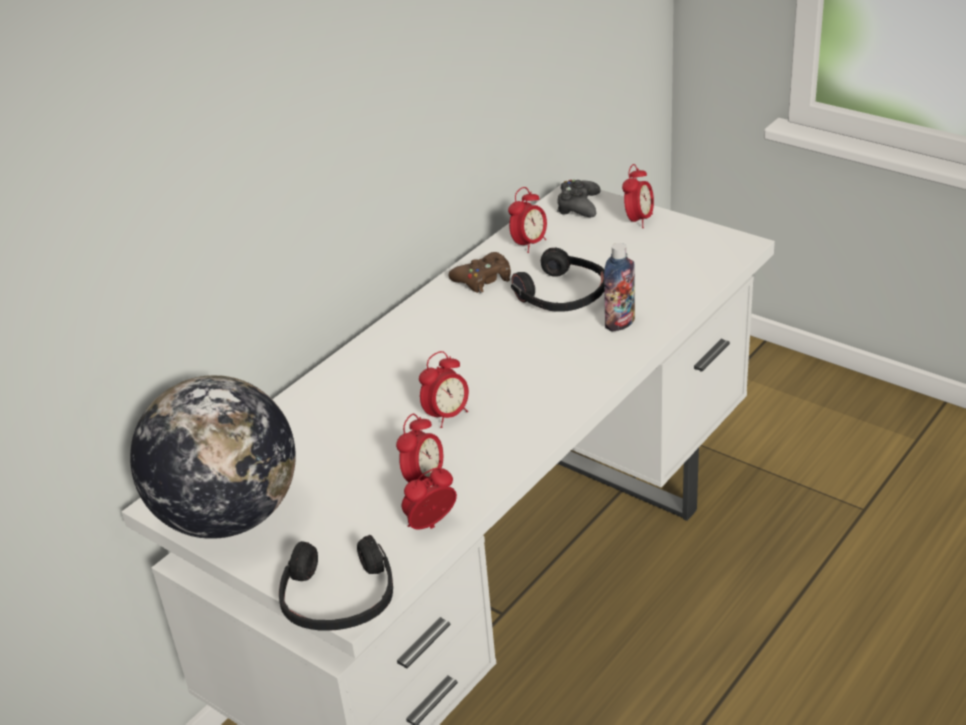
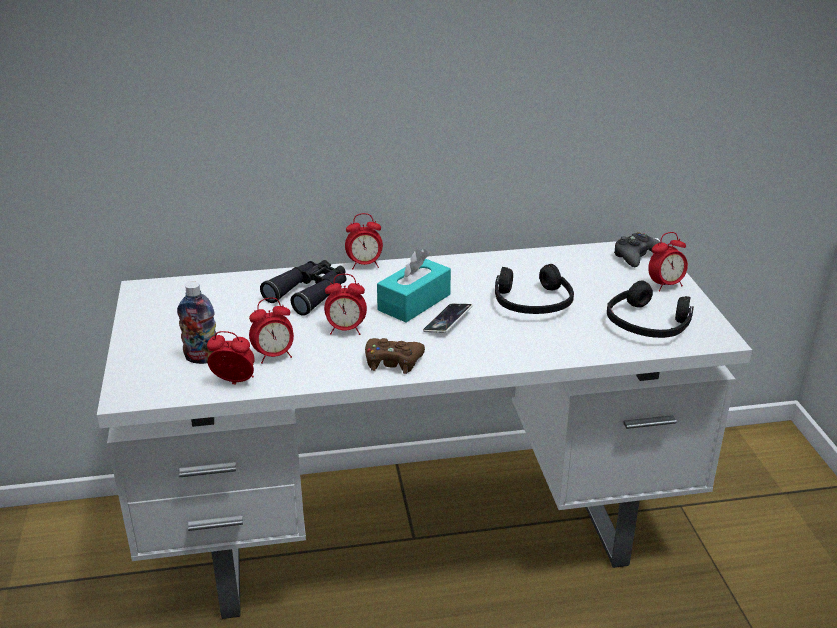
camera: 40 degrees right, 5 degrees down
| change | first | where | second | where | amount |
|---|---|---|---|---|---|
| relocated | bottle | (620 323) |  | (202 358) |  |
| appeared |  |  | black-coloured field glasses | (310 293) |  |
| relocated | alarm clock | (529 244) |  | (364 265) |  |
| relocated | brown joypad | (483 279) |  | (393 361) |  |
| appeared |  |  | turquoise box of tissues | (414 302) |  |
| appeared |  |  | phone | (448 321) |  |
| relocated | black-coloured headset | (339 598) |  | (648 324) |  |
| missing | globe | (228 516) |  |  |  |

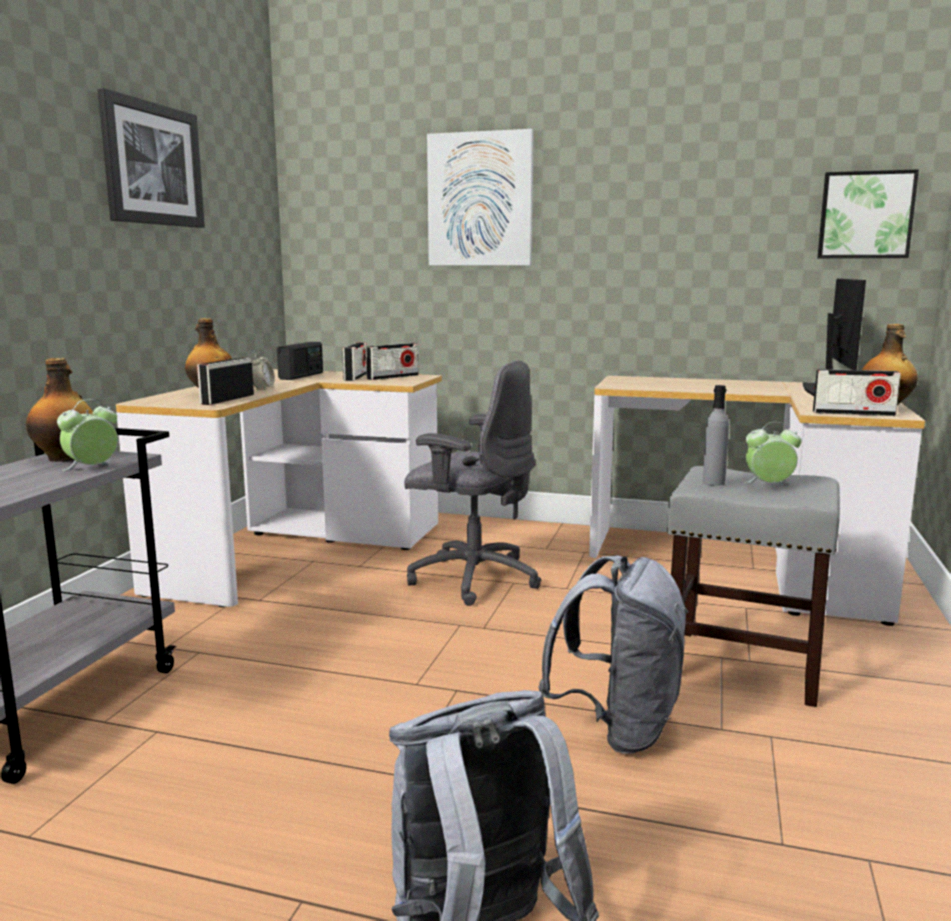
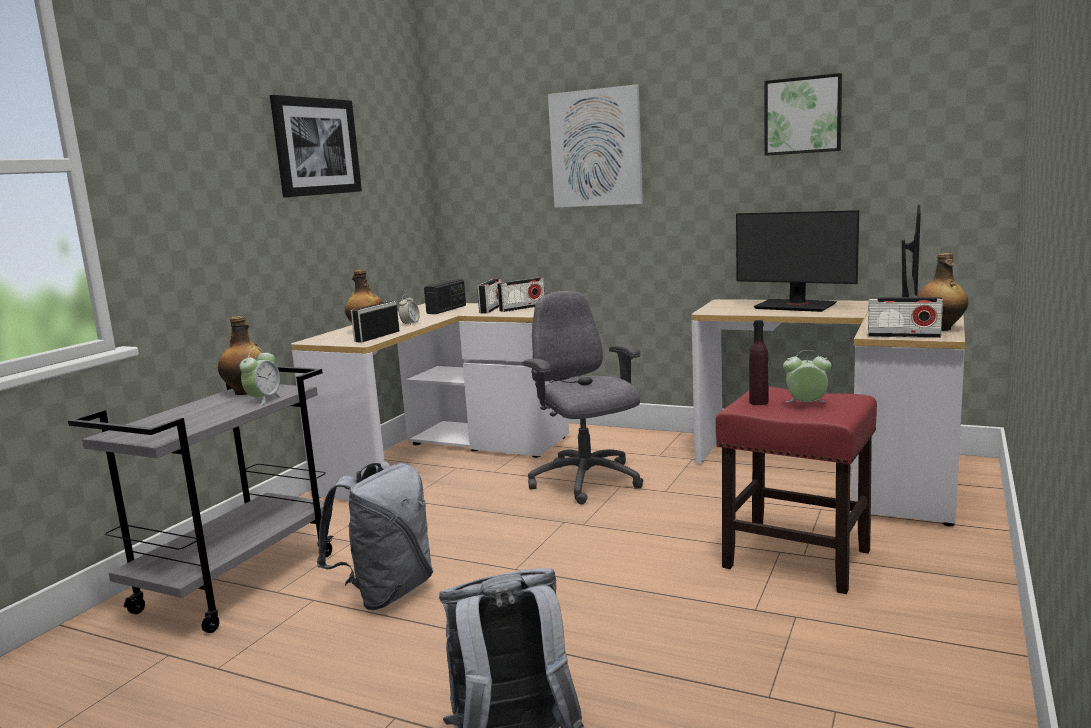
camera: 10 degrees right, 0 degrees up
| change | first | where | second | where | amount |
|---|---|---|---|---|---|
| spun | alarm clock | (92 468) |  | (264 400) | 150 degrees clockwise |
| relocated | greyish knapsack | (618 728) |  | (387 593) |  |
| spun | greyish computer chair | (473 578) |  | (586 482) | 150 degrees counterclockwise |
| colour | greyish sitting stool | (741 665) | reddish sitting stool | (794 559) |  |
| appeared |  |  | monitor | (795 306) |  |
| colour | greyish bottle | (713 482) | purplish bottle | (758 402) |  |
| relocated | wall art | (865 215) |  | (803 115) |  |

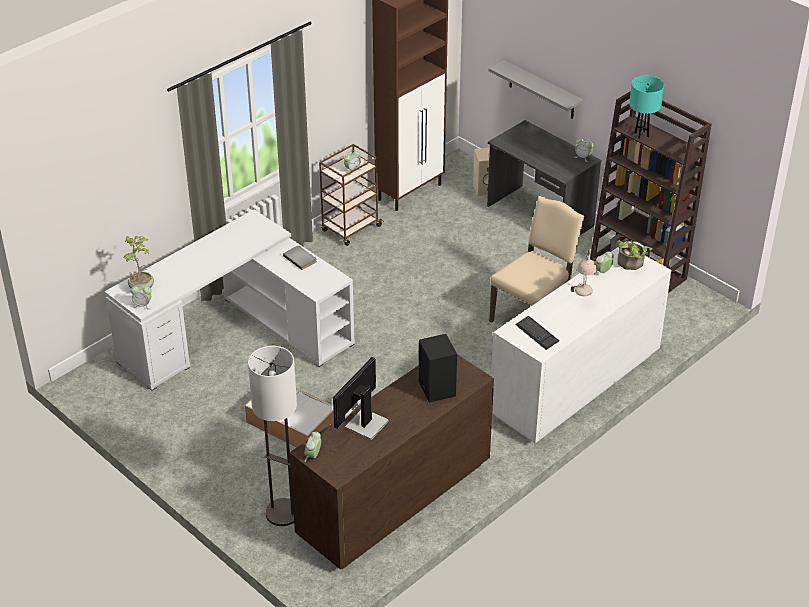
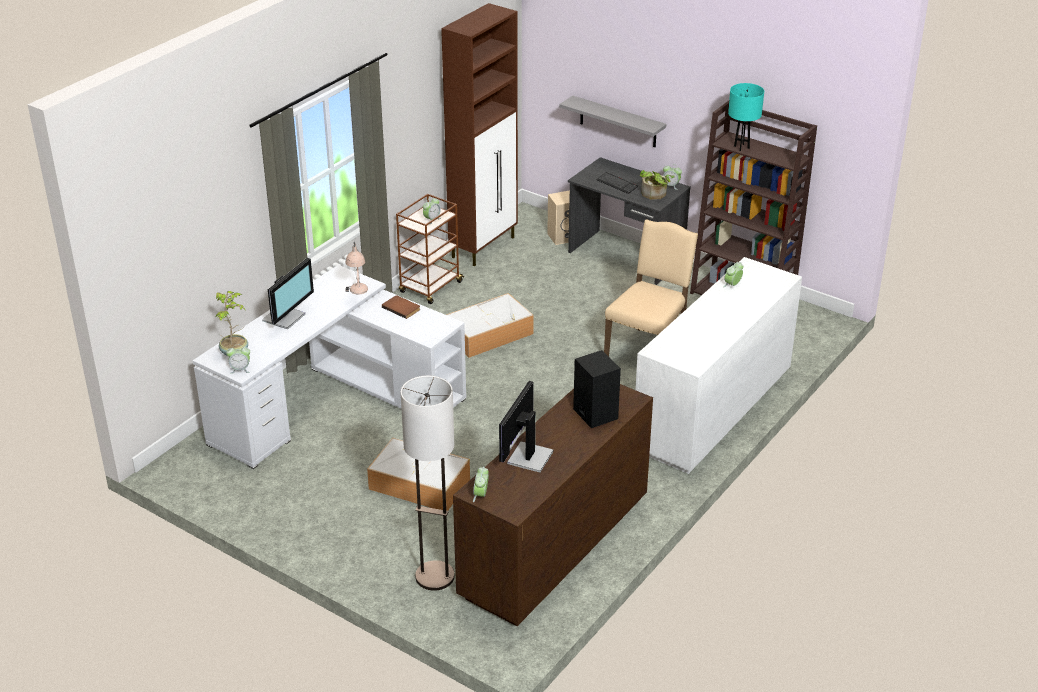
camera: 10 degrees left, 5 degrees down
| change | first | where | second | where | amount |
|---|---|---|---|---|---|
| appeared |  |  | monitor | (285 317) |  |
| relocated | beige tabletop lamp | (582 296) |  | (358 295) |  |
| colour | greyish volume | (301 258) | brown volume | (402 308) |  |
| appeared |  |  | storage bin | (489 333) |  |
| relocated | keyboard | (537 334) |  | (617 184) |  |
| relocated | houseplant | (631 264) |  | (654 195) |  |

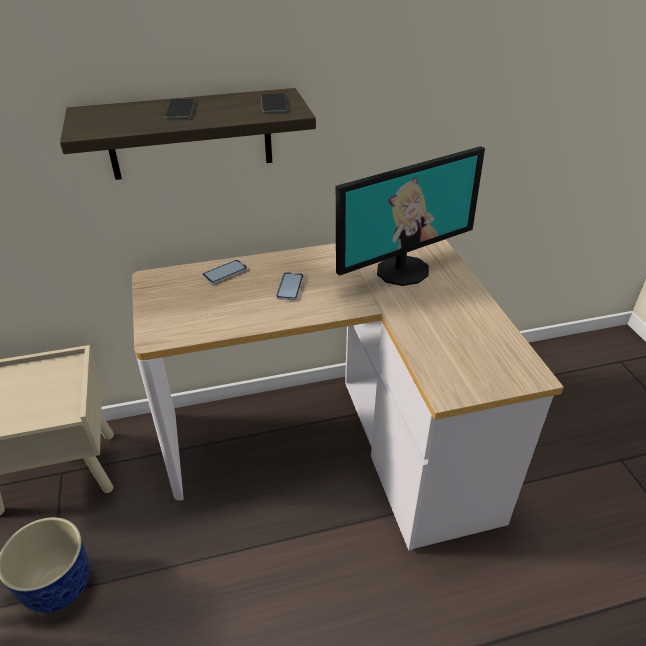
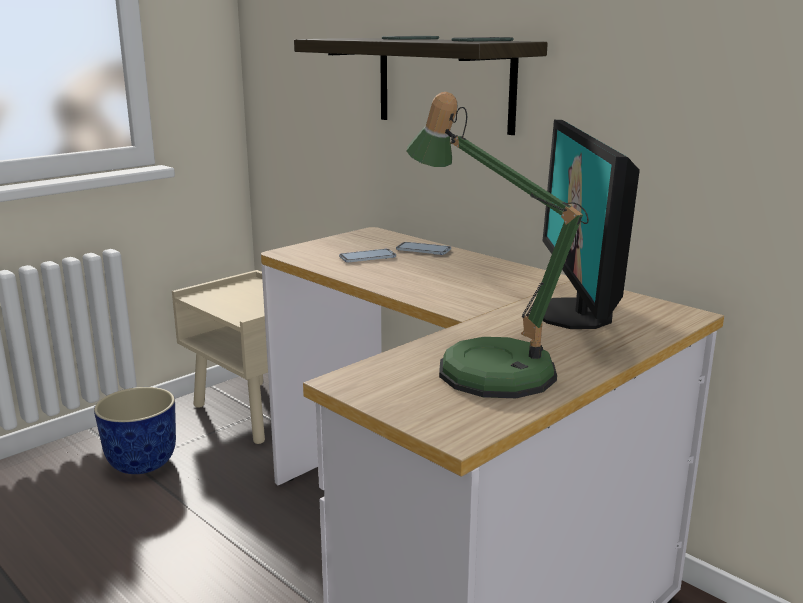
camera: 60 degrees right, 20 degrees down
| change | first | where | second | where | amount |
|---|---|---|---|---|---|
| relocated | phone | (290 287) |  | (367 257) |  |
| appeared |  |  | tabletop lamp | (484 364) |  |
| spun | monitor | (402 270) |  | (575 314) | 60 degrees clockwise |

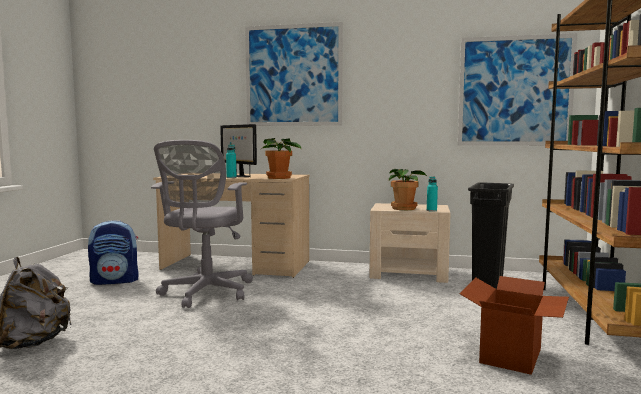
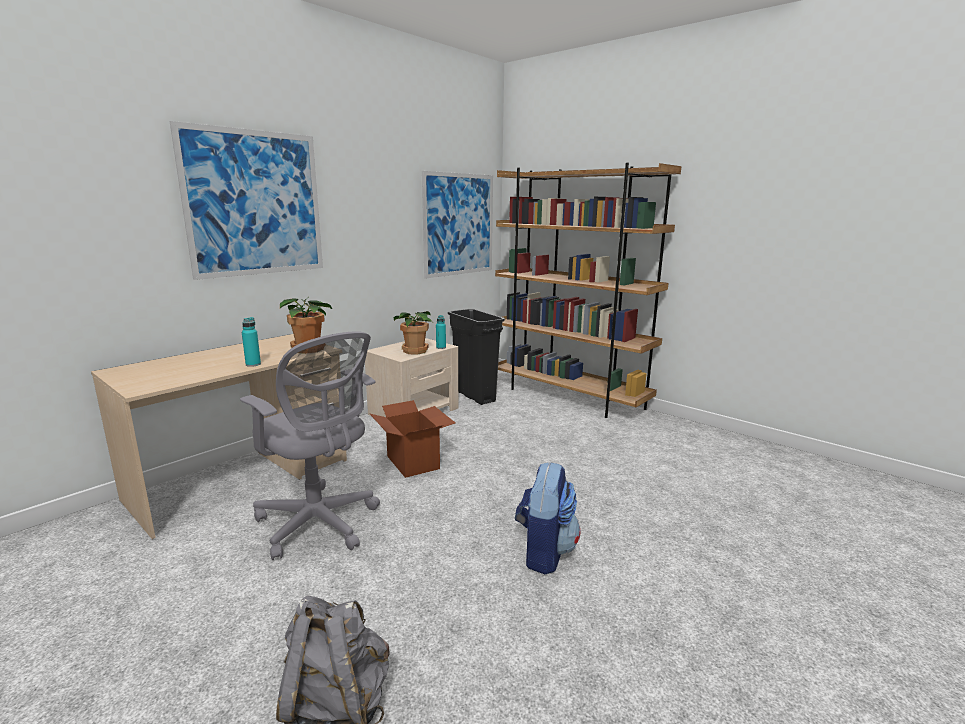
camera: 60 degrees left, 10 degrees up
| change | first | where | second | where | amount |
|---|---|---|---|---|---|
| relocated | packing box | (512 356) |  | (413 462) |  |
| relocated | knapsack | (115 281) |  | (544 552) |  |
| missing | monitor | (240 176) |  |  |  |

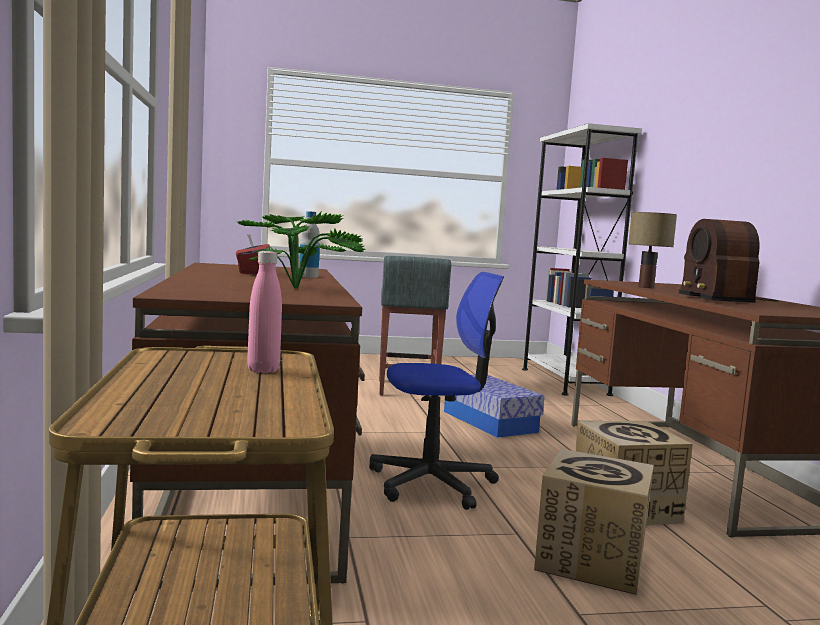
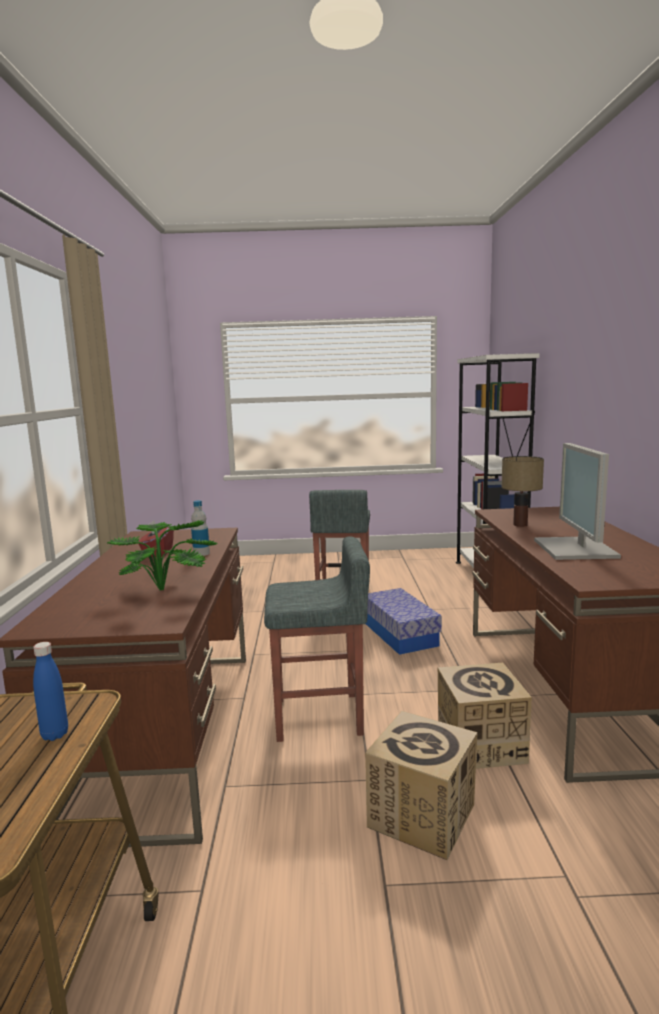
camera: 10 degrees right, 5 degrees up
| change | first | where | second | where | amount |
|---|---|---|---|---|---|
| colour | pink-coloured bottle | (263 370) | blue bottle | (55 734) |  |
| exchanged | computer chair | (432 483) | greyish sitting stool | (320 717) |  |
| exchanged | radio receiver | (724 299) | monitor | (576 549) |  |

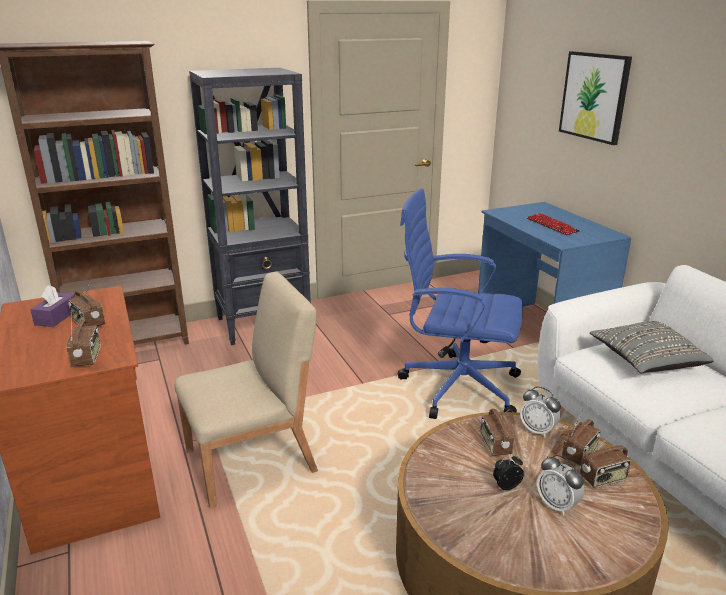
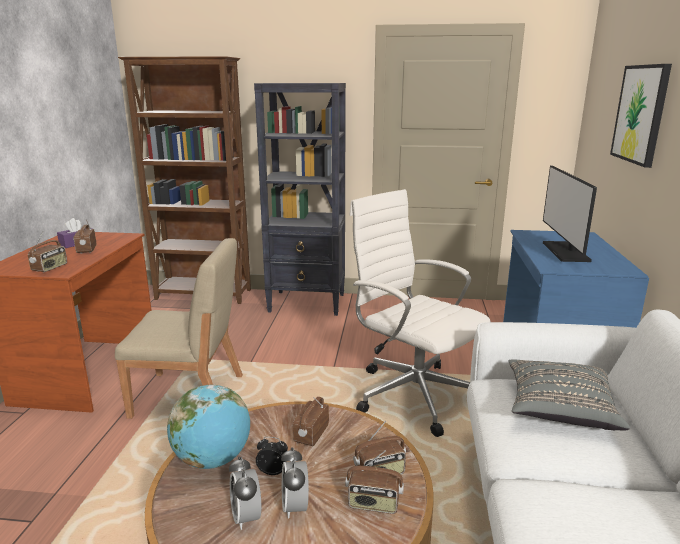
camera: 30 degrees right, 5 degrees down
| change | first | where | second | where | amount |
|---|---|---|---|---|---|
| appeared |  |  | globe | (213 459) |  |
| relocated | alarm clock | (537 430) |  | (246 517) |  |
| colour | blue computer chair | (456 386) | whitish computer chair | (413 393) |  |
| exchanged | keyboard | (552 225) | monitor | (565 252) |  |

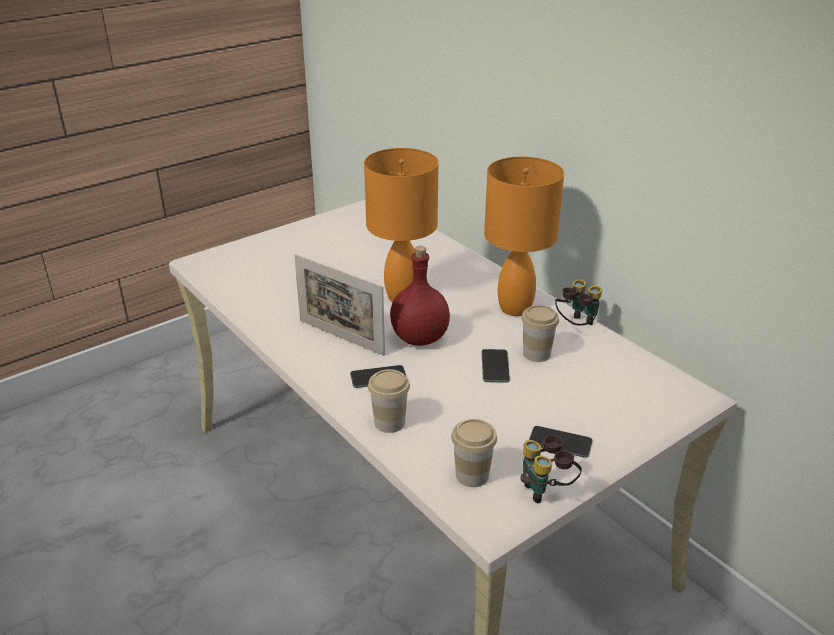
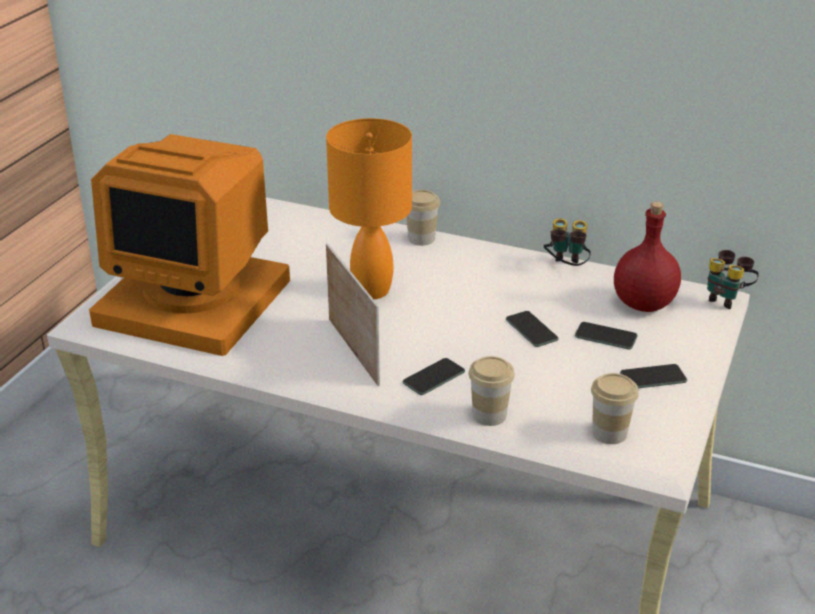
camera: 30 degrees left, 0 degrees up
| change | first | where | second | where | amount |
|---|---|---|---|---|---|
| appeared |  |  | monitor | (196 300) |  |
| spun | standing frame | (341 337) |  | (353 351) | 120 degrees counterclockwise |
| relocated | small cup | (536 353) |  | (421 238) |  |
| appeared |  |  | phone | (605 336) |  |
| relocated | reddish bottle | (421 338) |  | (644 303) |  |
| relocated | field glasses | (547 490) |  | (726 299) |  |
| missing | orange-coloured tabletop lamp | (515 308) |  |  |  |

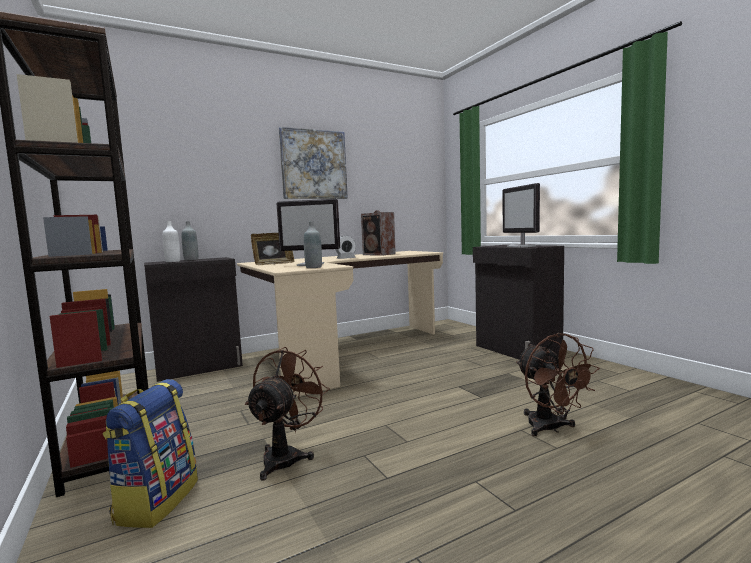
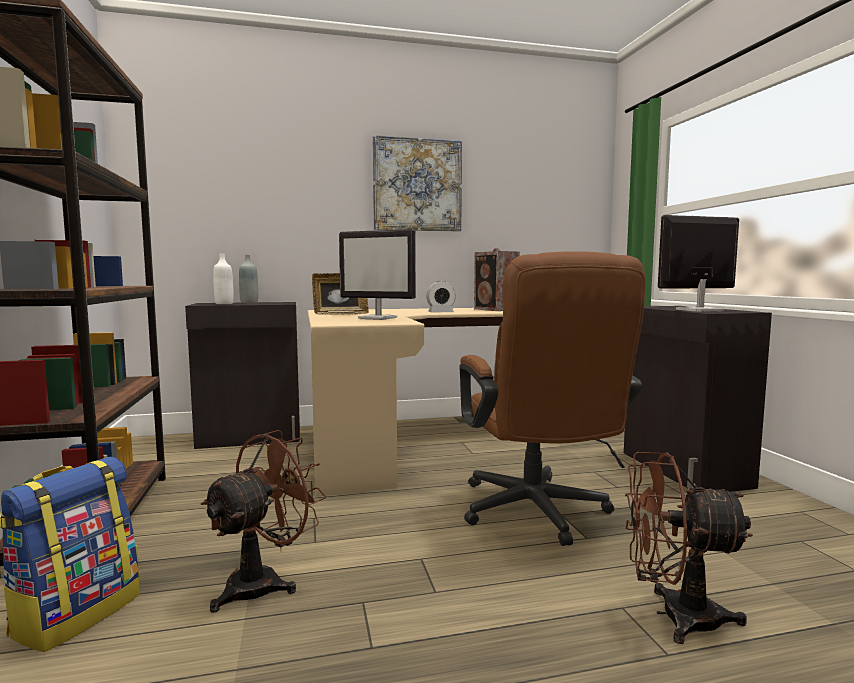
camera: 15 degrees right, 0 degrees up
| change | first | where | second | where | amount |
|---|---|---|---|---|---|
| appeared |  |  | brown computer chair | (538 515) |  |
| spun | brown fan | (550 428) |  | (674 616) | 105 degrees clockwise |
| spun | monitor | (522 246) |  | (698 310) | 75 degrees clockwise |
| missing | greyish bottle | (313 267) |  |  |  |

